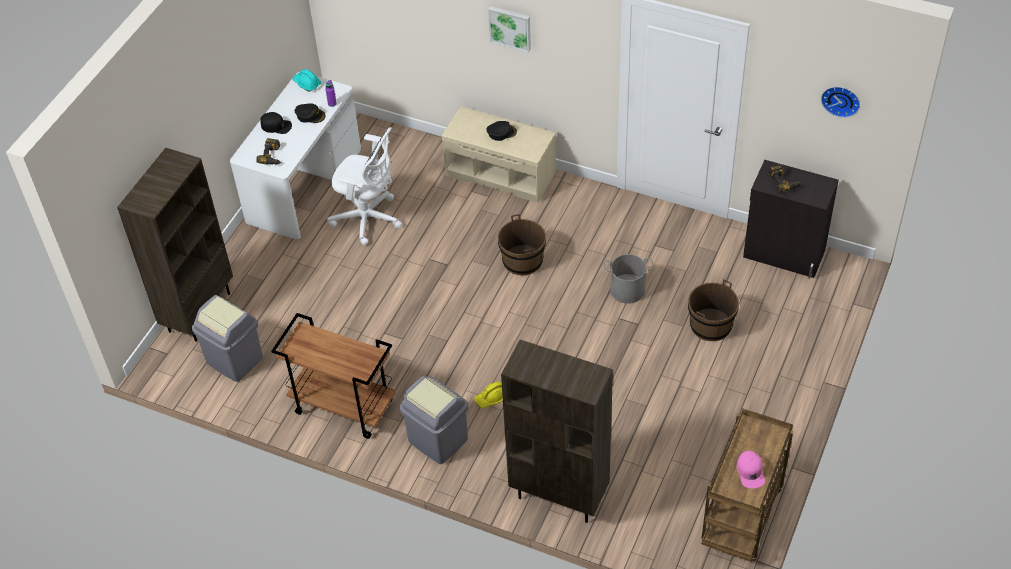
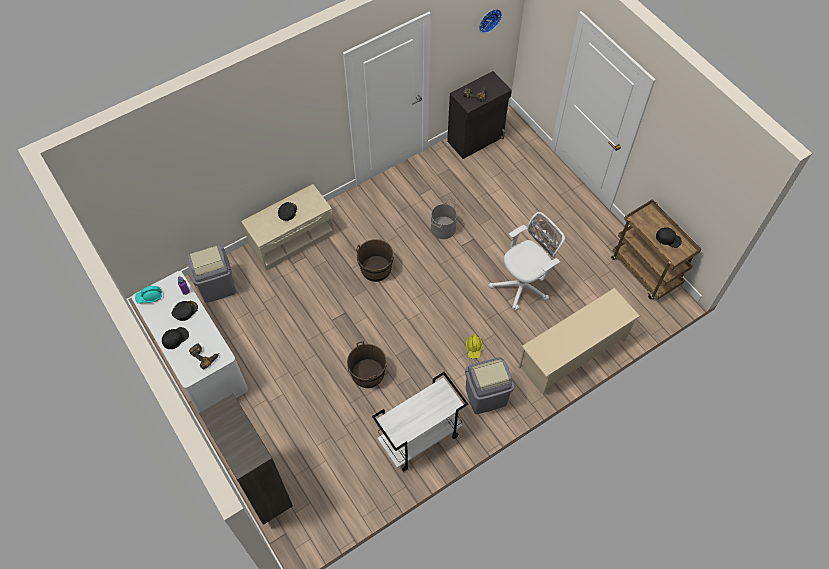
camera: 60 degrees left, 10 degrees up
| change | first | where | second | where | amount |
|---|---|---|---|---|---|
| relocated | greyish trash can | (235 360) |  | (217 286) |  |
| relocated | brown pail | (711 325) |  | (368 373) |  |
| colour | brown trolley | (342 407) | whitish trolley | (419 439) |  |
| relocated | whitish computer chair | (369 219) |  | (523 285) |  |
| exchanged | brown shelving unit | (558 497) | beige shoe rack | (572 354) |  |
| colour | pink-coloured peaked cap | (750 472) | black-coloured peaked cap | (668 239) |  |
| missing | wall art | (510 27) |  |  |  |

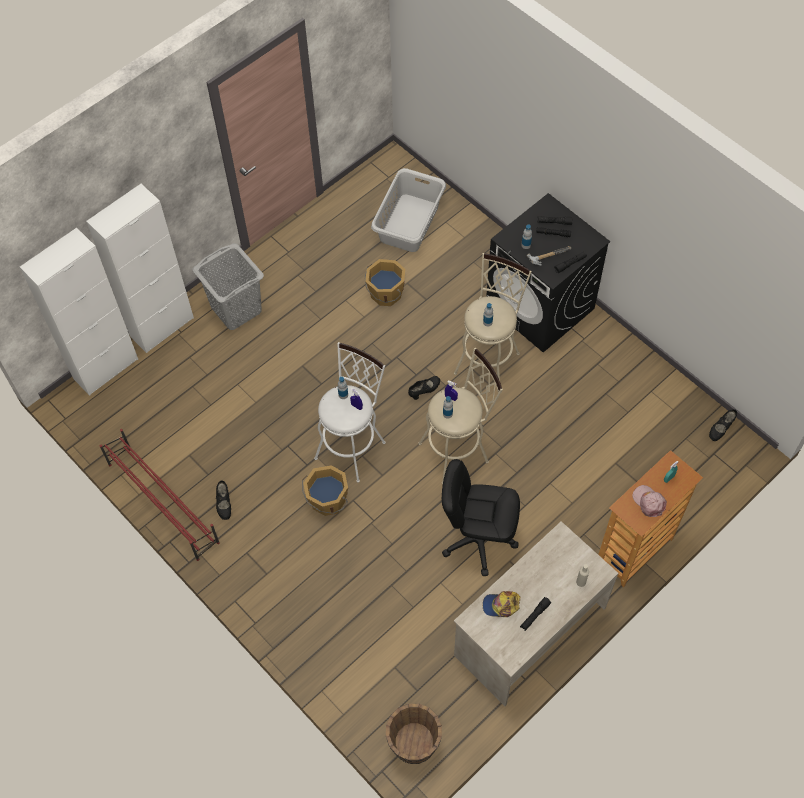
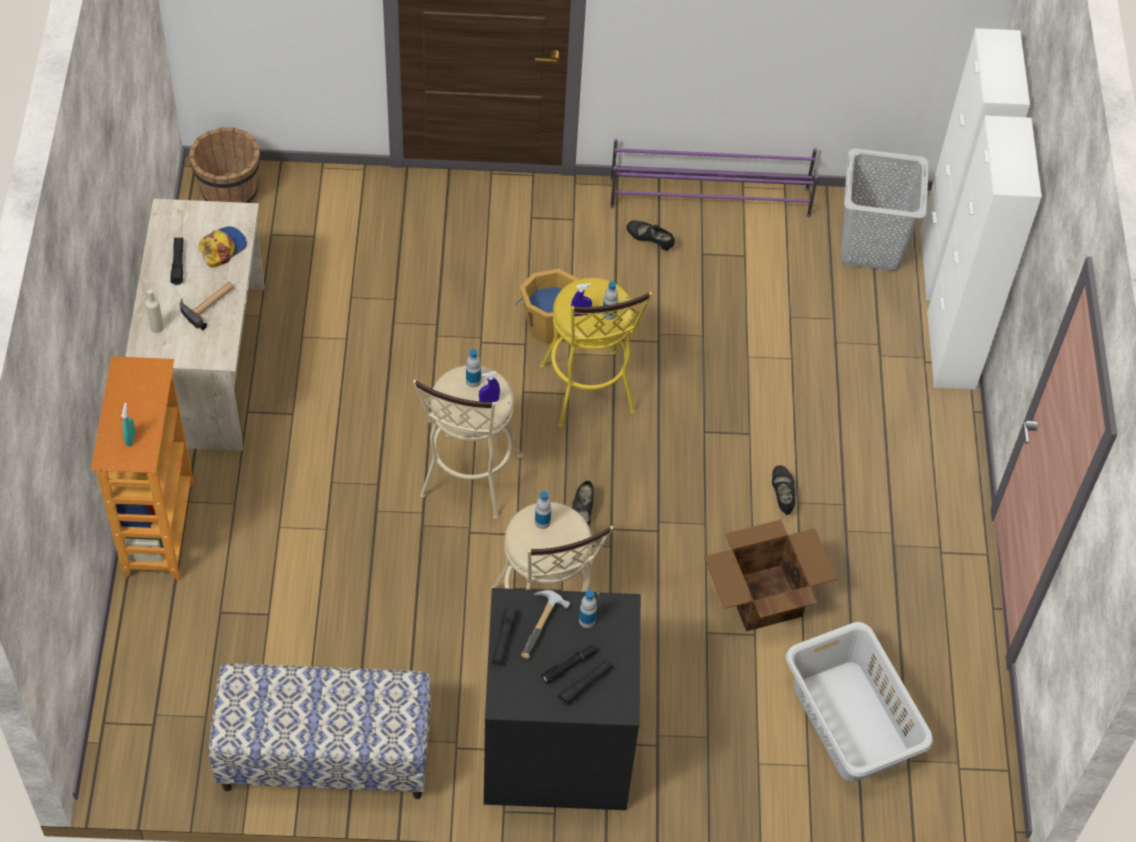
camera: 130 degrees right, 5 degrees down
| change | first | where | second | where | amount |
|---|---|---|---|---|---|
| appeared |  |  | hand hammer | (209 304) |  |
| appeared |  |  | long seat | (325 756) |  |
| colour | whitish sitting stool | (353 446) | yellow-coloured sitting stool | (589 396) |  |
| colour | reddish shoe rack | (163 502) | purplish shoe rack | (711 198) |  |
| exchanged | orange-coloured pail | (385 294) | packing box | (762 597) |  |
| relocated | black-coloured low shoe | (721 429) |  | (782 495) |  |
| relocated | greyish washing basket | (236 309) |  | (870 245) |  |
| missing | black-coloured computer chair | (478 539) |  |  |  |
| missing | pink-coloured peaked cap | (649 502) |  |  |  |

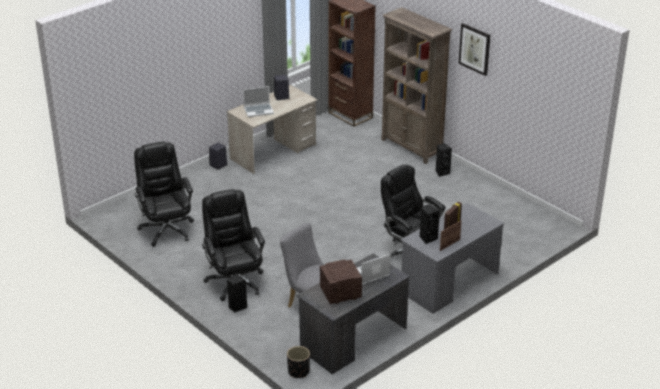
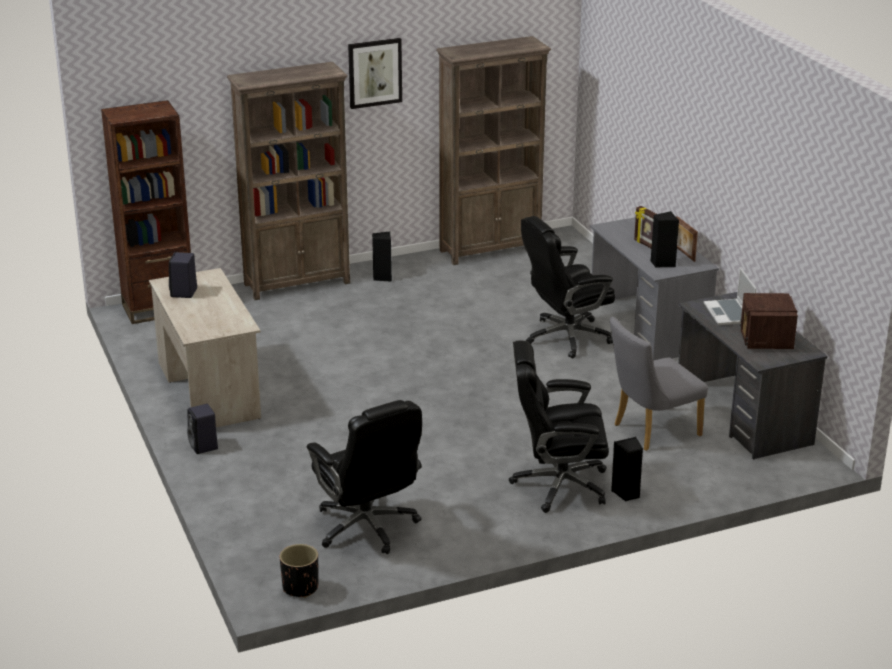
camera: 70 degrees left, 5 degrees down
| change | first | where | second | where | amount |
|---|---|---|---|---|---|
| relocated | black-coloured flower pot | (298 371) |  | (300 587) |  |
| spun | black-coloured computer chair | (166 229) |  | (367 527) | 120 degrees counterclockwise |
| appeared |  |  | brown shelving unit | (491 250) |  |
| missing | laptop | (259 110) |  |  |  |

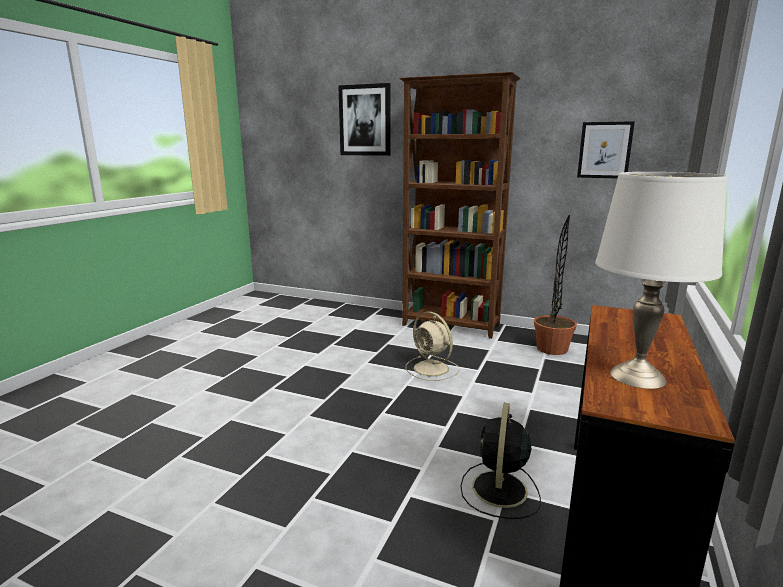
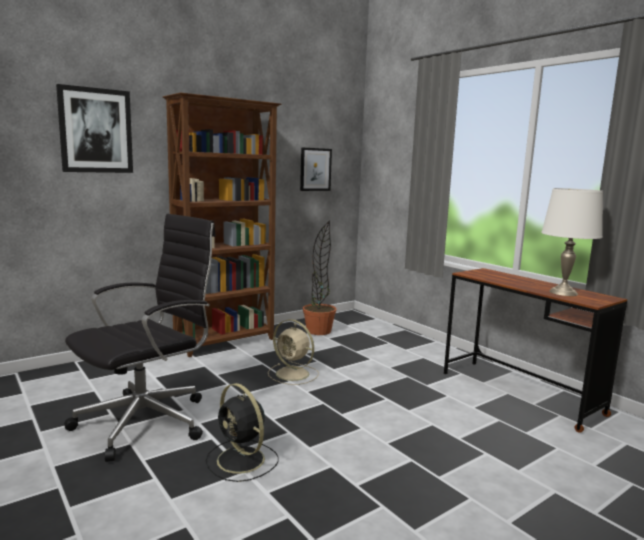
camera: 60 degrees left, 5 degrees down
| change | first | where | second | where | amount |
|---|---|---|---|---|---|
| appeared |  |  | black-coloured computer chair | (147 421) |  |
| relocated | black-coloured fan | (499 490) |  | (242 461) |  |
| spun | beige fan | (432 369) |  | (293 374) | 45 degrees clockwise |

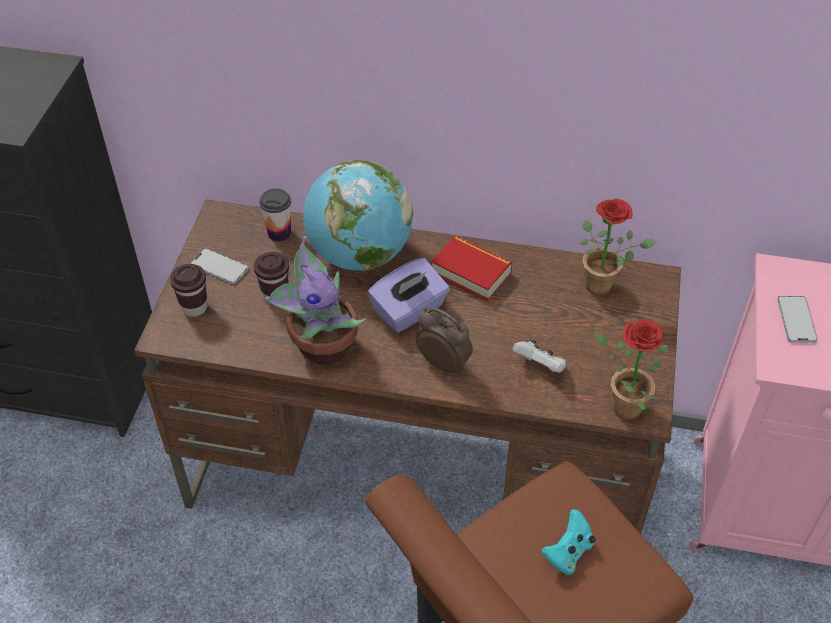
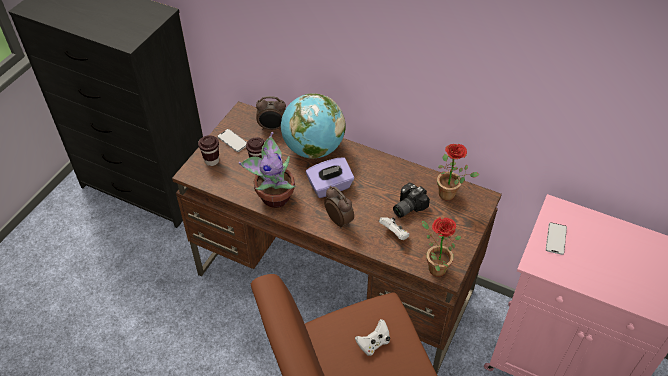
camera: 15 degrees right, 0 degrees up
| change | first | where | second | where | amount |
|---|---|---|---|---|---|
| exchanged | small cup | (279 233) | alarm clock | (272 128) |  |
| colour | turquoise joypad | (568 552) | whitish joypad | (373 343) |  |
| appeared |  |  | photo camera | (406 206) |  |
| missing | volume | (471 273) |  |  |  |

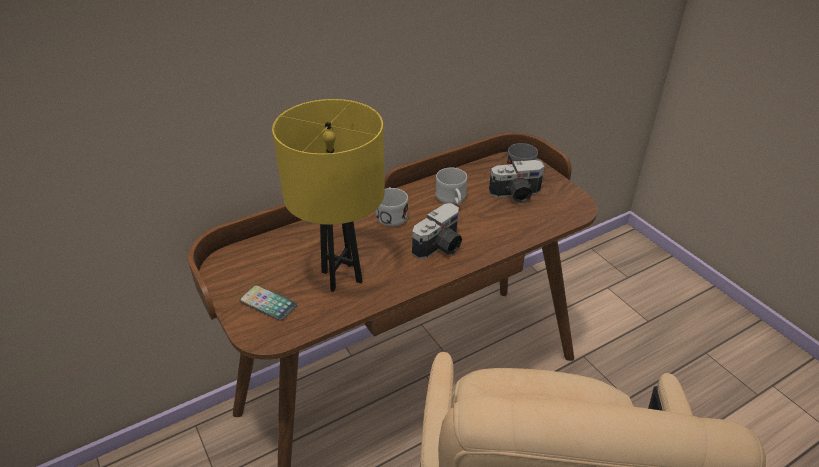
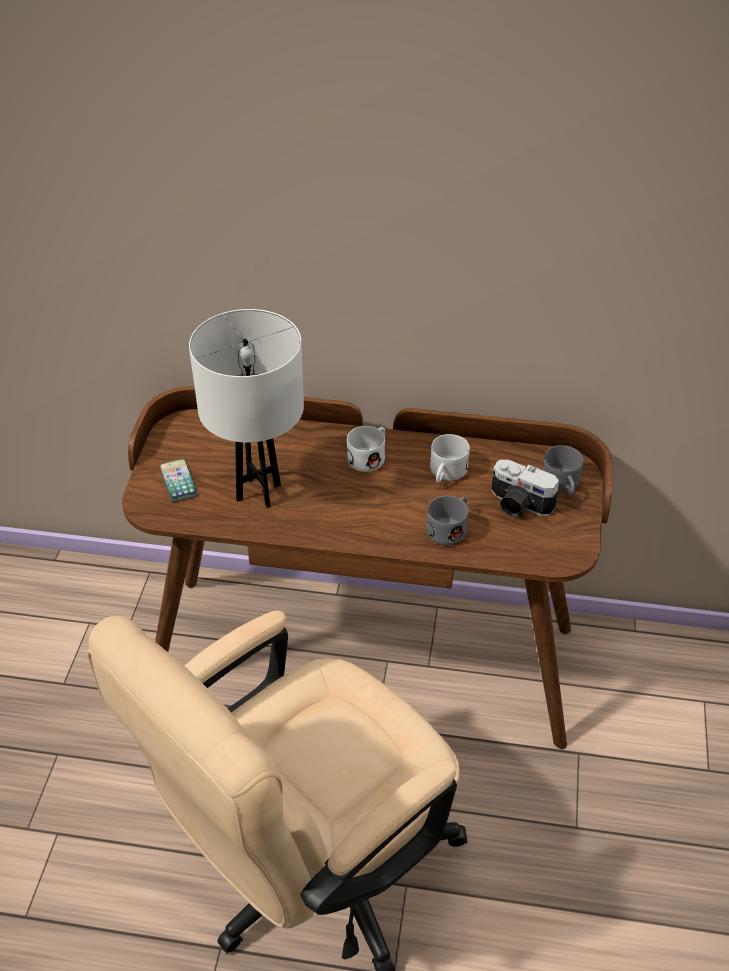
camera: 40 degrees right, 5 degrees up
| change | first | where | second | where | amount |
|---|---|---|---|---|---|
| colour | yellow-coloured tabletop lamp | (341 276) | whitish tabletop lamp | (258 492) |  |
| appeared |  |  | greyish coffee mug | (450 528) |  |
| missing | photo camera | (440 247) |  |  |  |

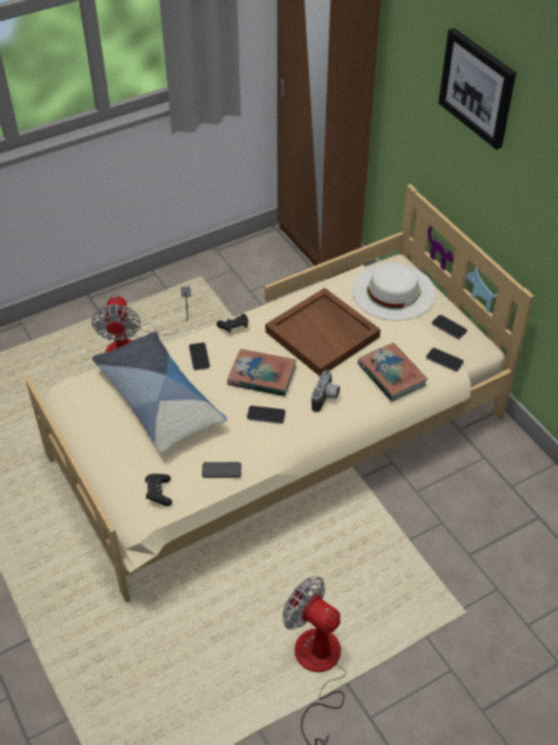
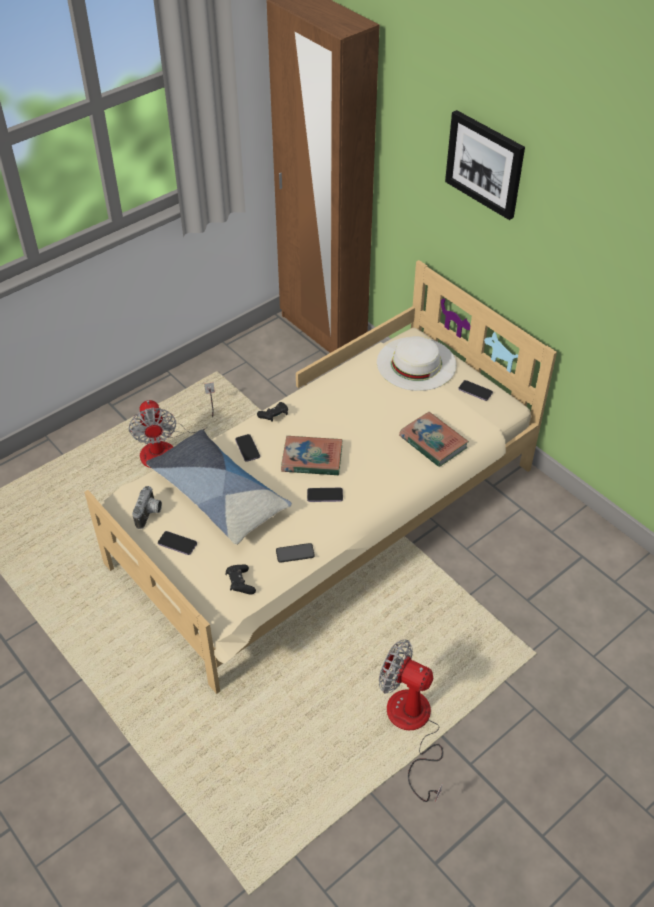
camera: 10 degrees left, 0 degrees up
| change | first | where | second | where | amount |
|---|---|---|---|---|---|
| relocated | photo camera | (326 399) |  | (150 514) |  |
| relocated | phone | (444 360) |  | (177 544) |  |
| missing | brown carrying tray | (323 334) |  |  |  |

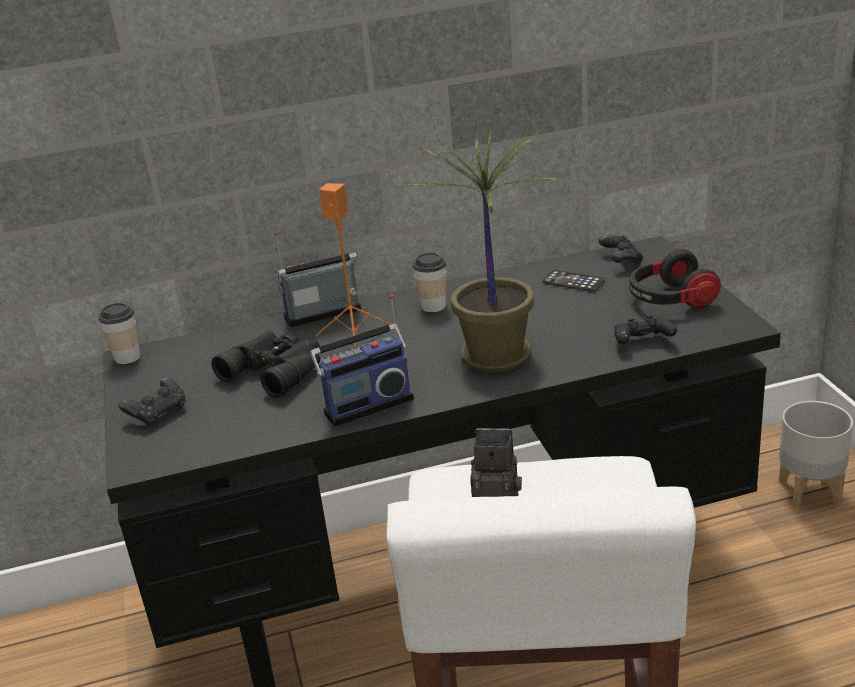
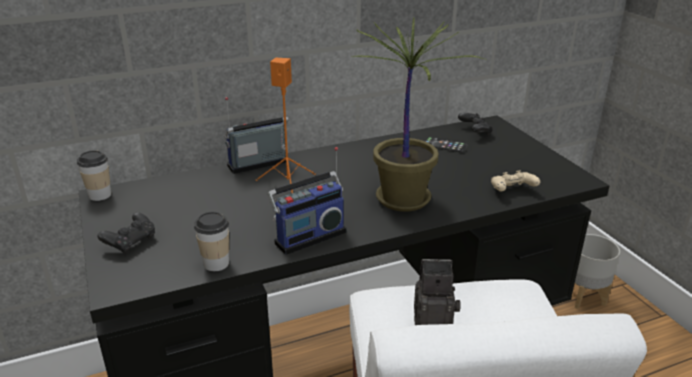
camera: 10 degrees left, 0 degrees up
| change | first | where | second | where | amount |
|---|---|---|---|---|---|
| relocated | small cup | (433 306) |  | (216 263) |  |
| colour | black-coloured joypad | (642 343) | beige joypad | (511 191) |  |
| missing | black-coloured field glasses | (277 369) |  |  |  |
| missing | headset | (670 299) |  |  |  |

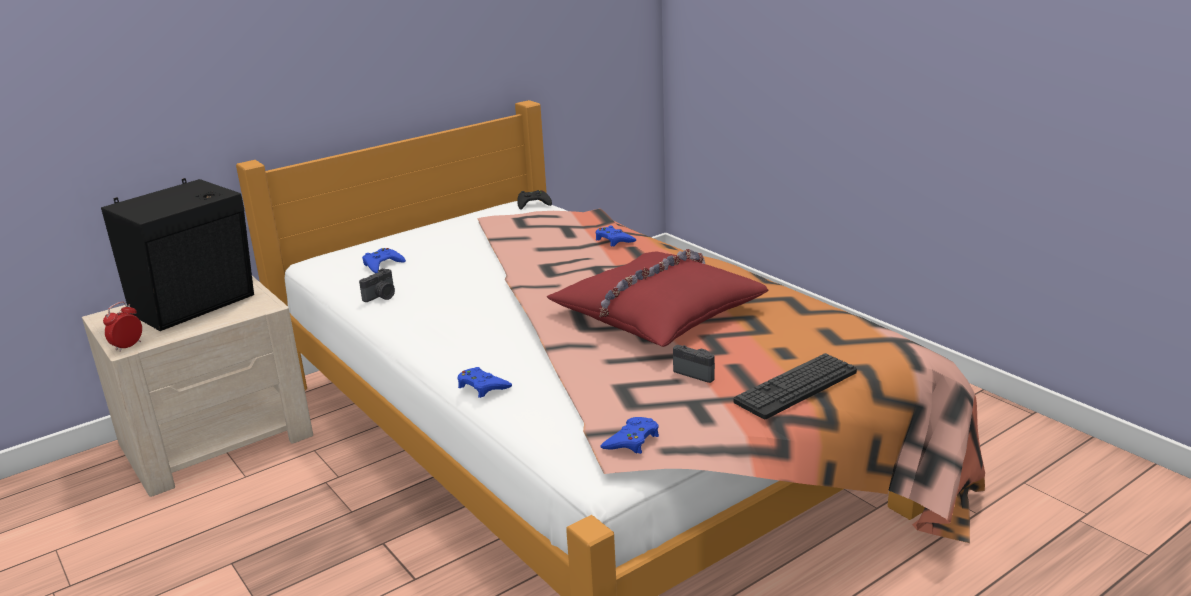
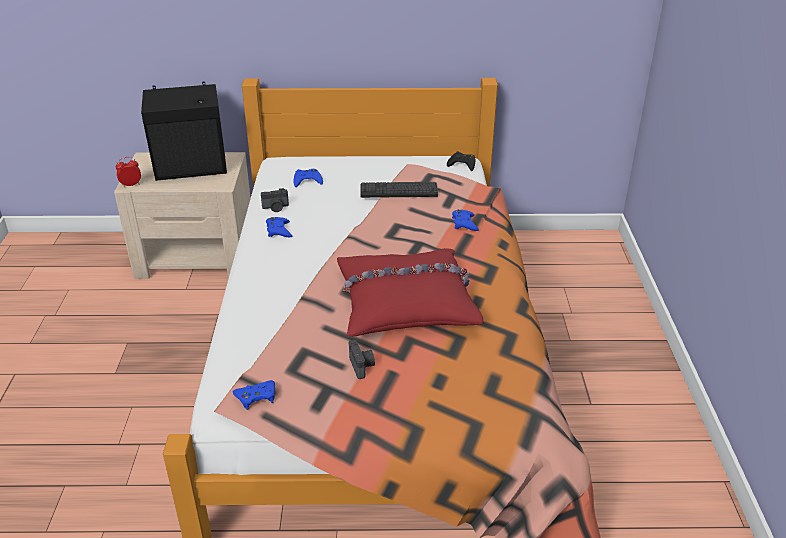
camera: 35 degrees right, 10 degrees up
| change | first | where | second | where | amount |
|---|---|---|---|---|---|
| relocated | blue joypad | (482 386) |  | (279 230) |  |
| relocated | keyboard | (796 387) |  | (398 191) |  |

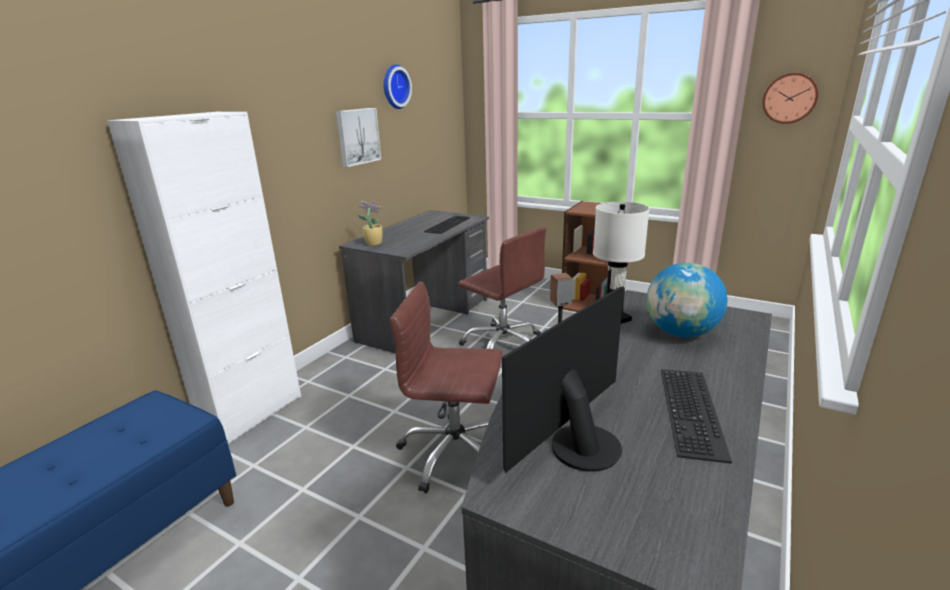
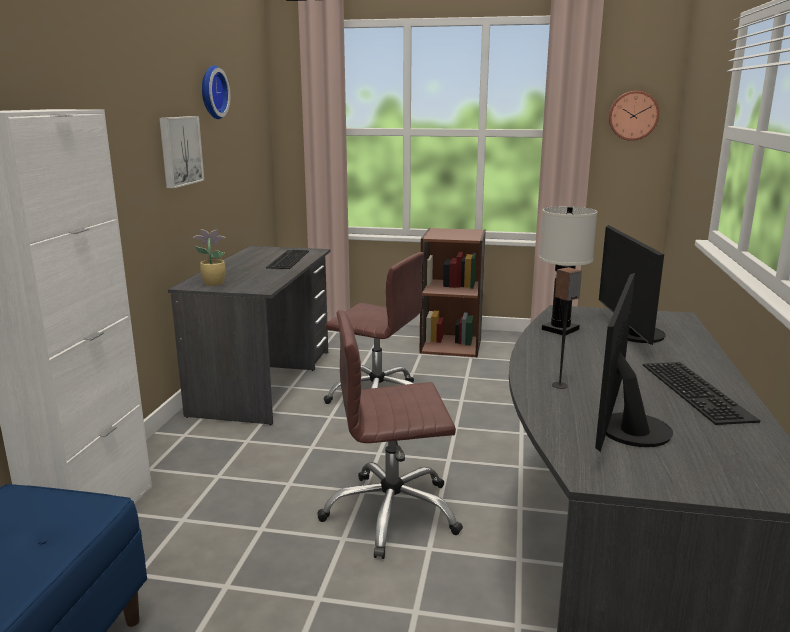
camera: 20 degrees left, 5 degrees down
| change | first | where | second | where | amount |
|---|---|---|---|---|---|
| exchanged | globe | (681 333) | monitor | (633 335) |  |

